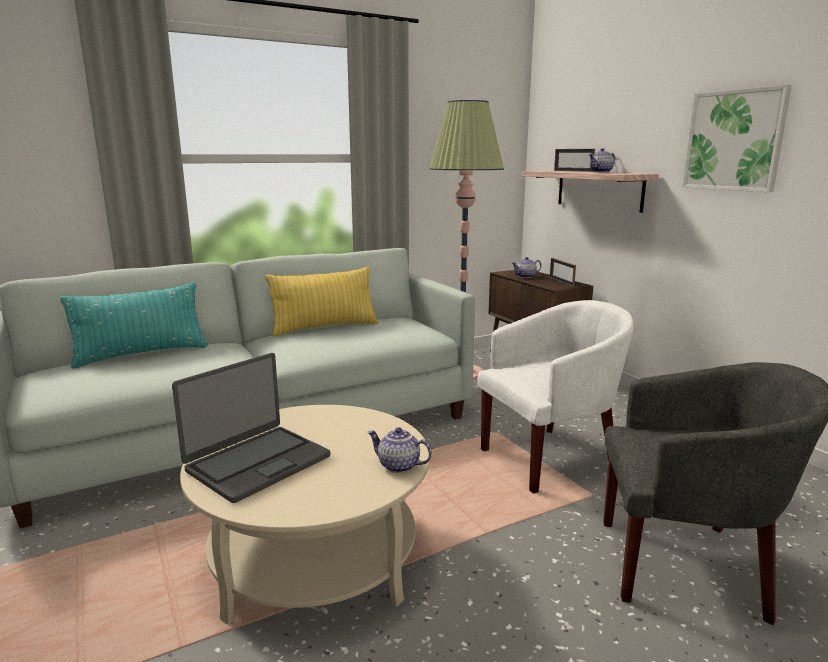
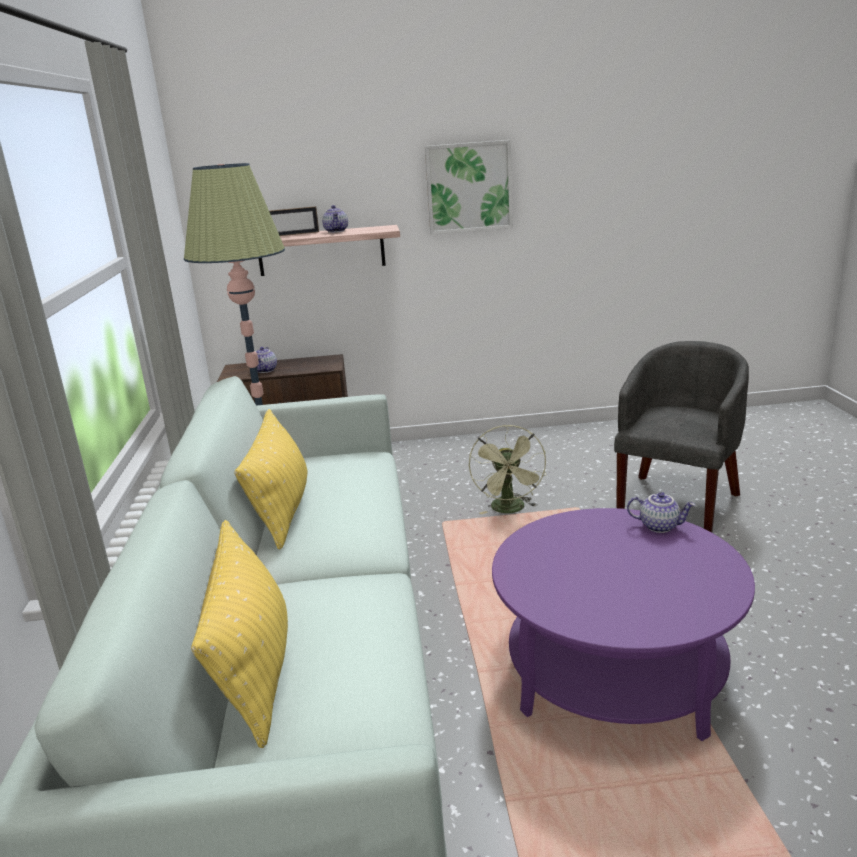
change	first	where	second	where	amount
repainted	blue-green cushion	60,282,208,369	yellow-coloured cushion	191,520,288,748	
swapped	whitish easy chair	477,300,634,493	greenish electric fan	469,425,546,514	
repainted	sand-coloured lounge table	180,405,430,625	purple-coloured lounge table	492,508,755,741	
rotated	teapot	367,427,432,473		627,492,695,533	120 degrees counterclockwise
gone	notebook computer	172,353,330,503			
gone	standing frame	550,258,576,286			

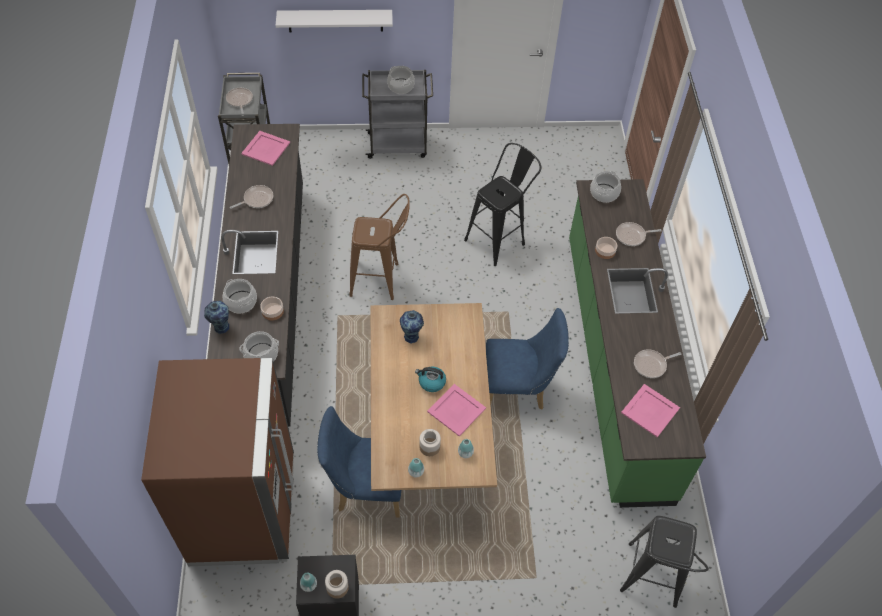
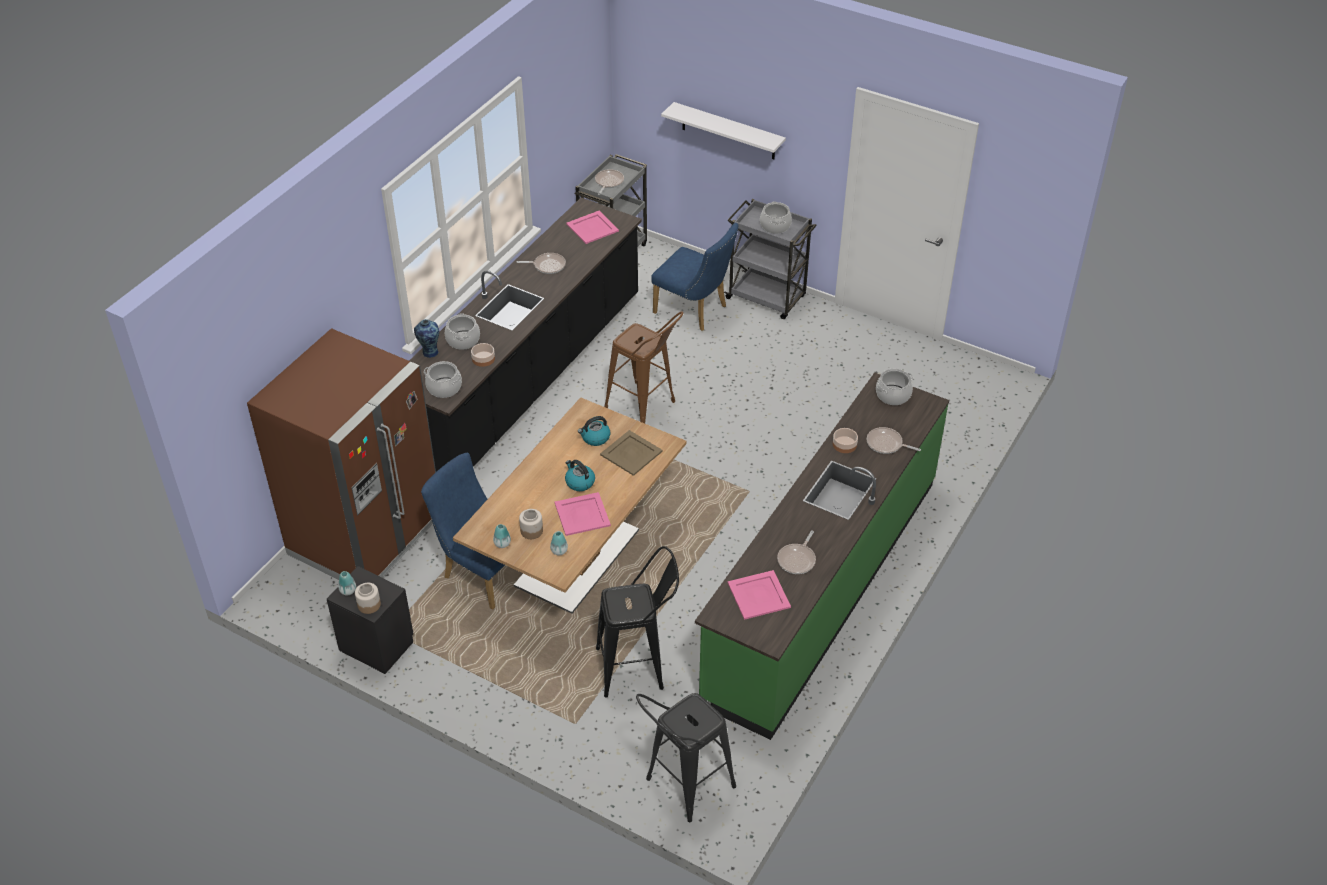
change	first	where	second	where	amount
swapped	decorative vase	400,310,424,343	water kettle	578,416,610,446	
shifted	black sitting stool	464,143,541,266		596,546,679,697	
new			sand-coloured tray	600,430,663,476	
shifted	blue plain chair	486,308,569,409		651,223,739,331	
rotated	pan	634,349,681,378		777,531,816,574	75 degrees counterclockwise

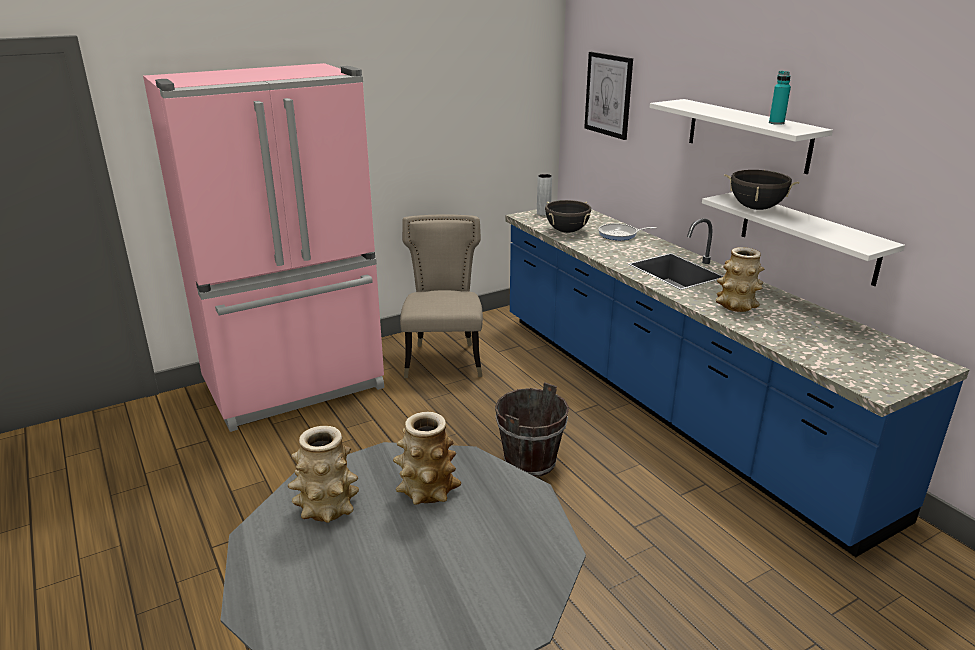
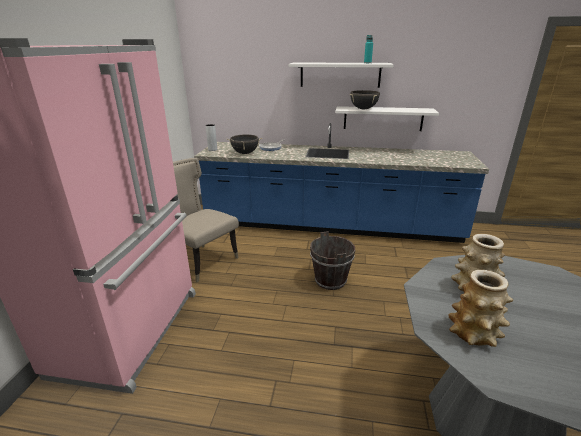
change	first	where	second	where	amount
gone	wall art	584,52,633,140			
gone	decorative vase	716,247,765,312			

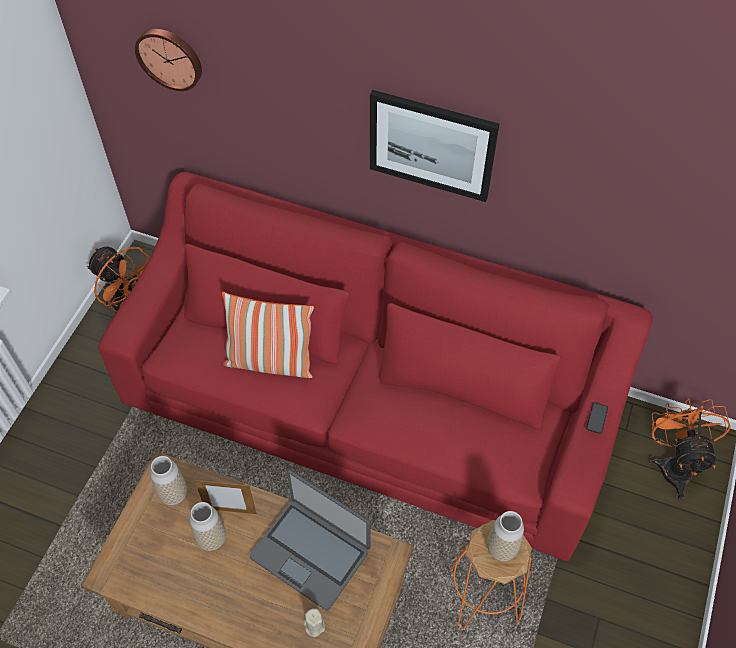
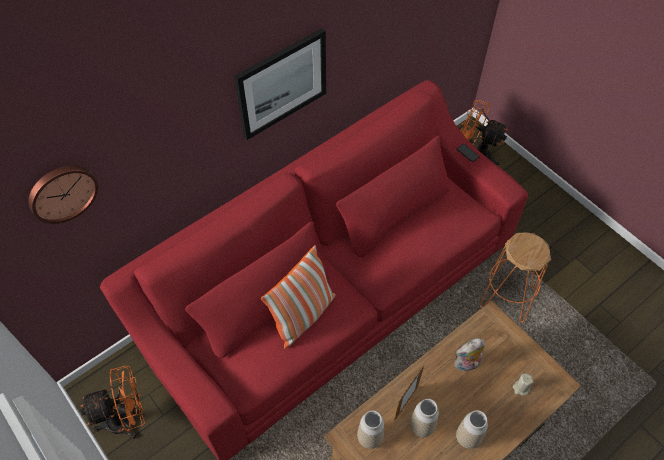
change	first	where	second	where	amount
swapped	notebook computer	250,470,371,611	plush toy	454,338,485,372	
shifted	decorative vase	487,511,524,561		456,410,488,449	

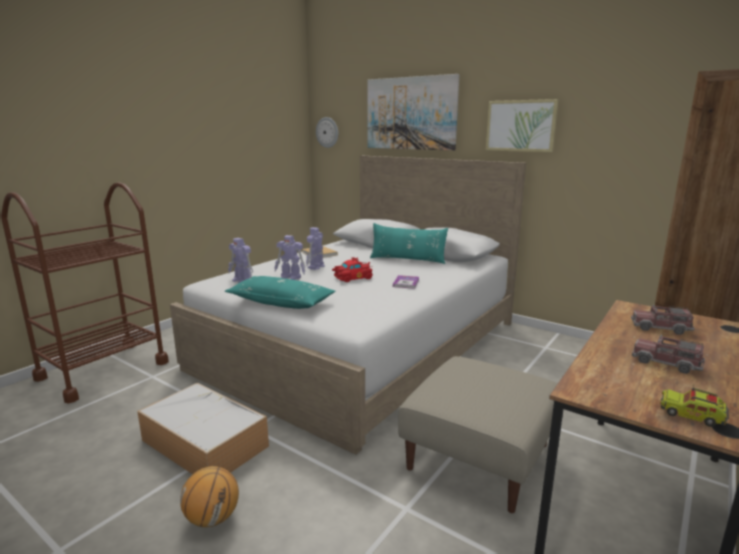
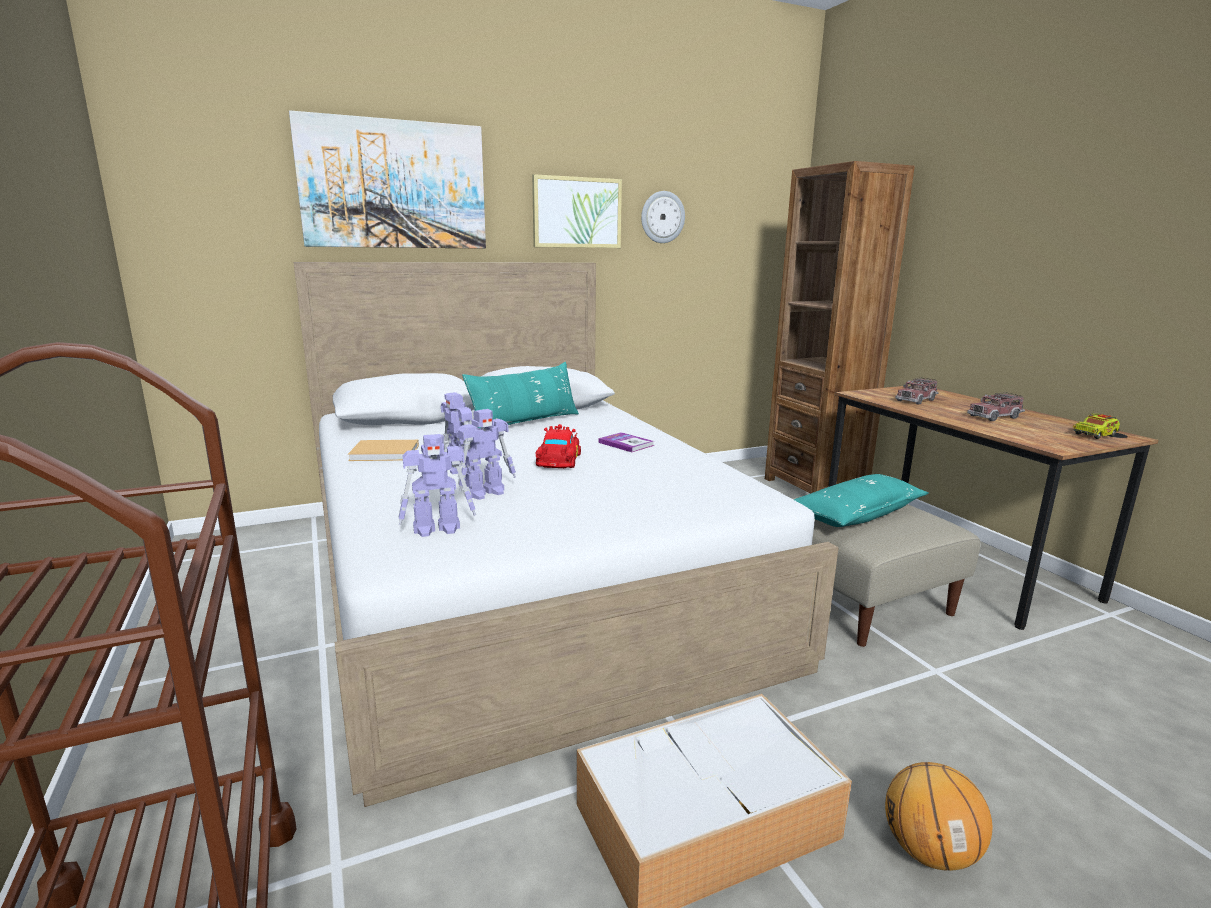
change	first	where	second	where	amount
shifted	wall clock	316,117,338,148		641,191,685,243	
shifted	blue-green cushion	225,276,336,309		793,474,929,527	

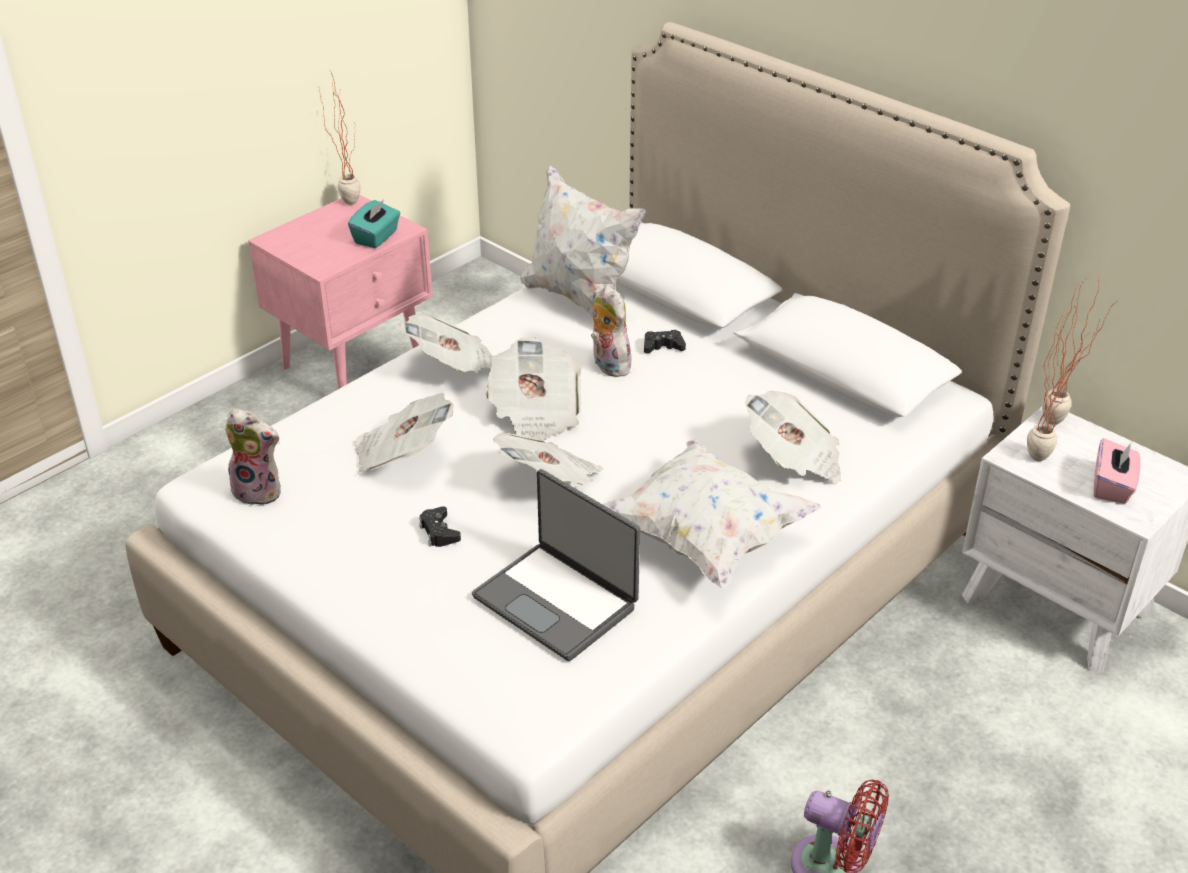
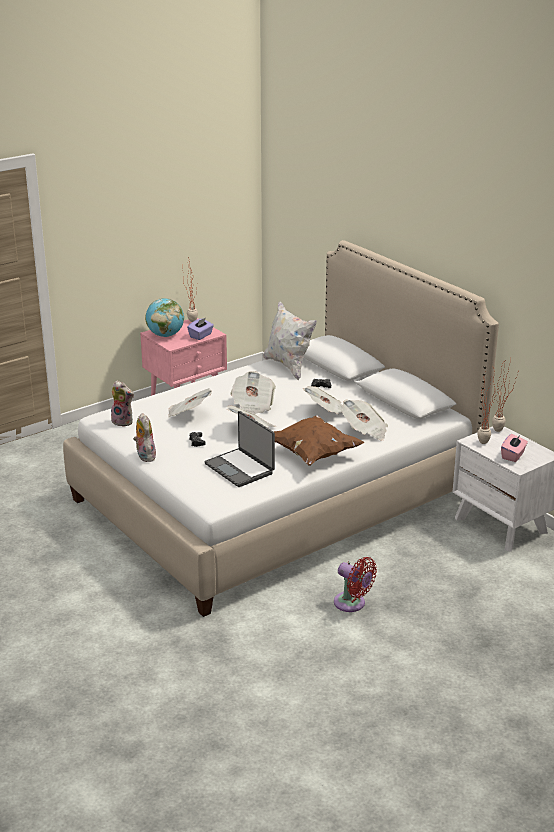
change	first	where	second	where	amount
shifted	plush toy	591,285,631,377		133,413,156,462	
new			globe	145,298,184,337	
repainted	blue-green tissue holder	348,200,400,248	purple-coloured tissue holder	187,318,214,340	
repainted	whitish cushion	603,440,822,589	brownish cushion	273,415,365,466	
shifted	daily paper	400,314,494,373		303,386,344,414	

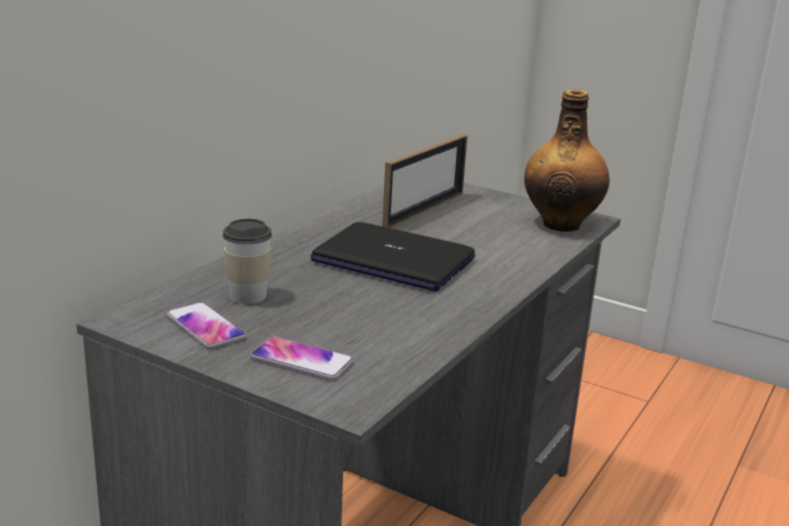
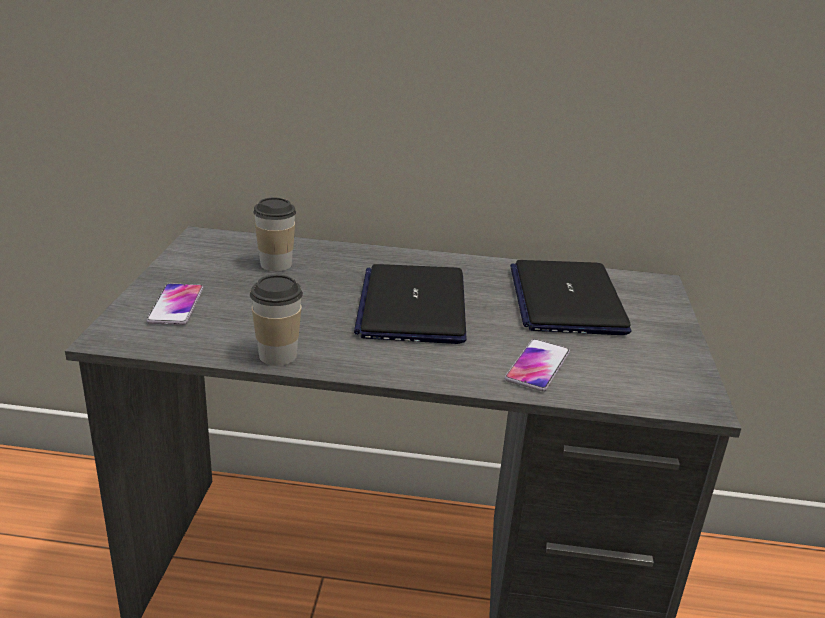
change	first	where	second	where	amount
new			small cup	250,275,303,366	
shifted	telephone	166,302,246,349		505,339,570,391	
swapped	standing frame	382,134,468,228	notebook computer	510,260,631,335	
gone	drink bottle	524,89,609,232			

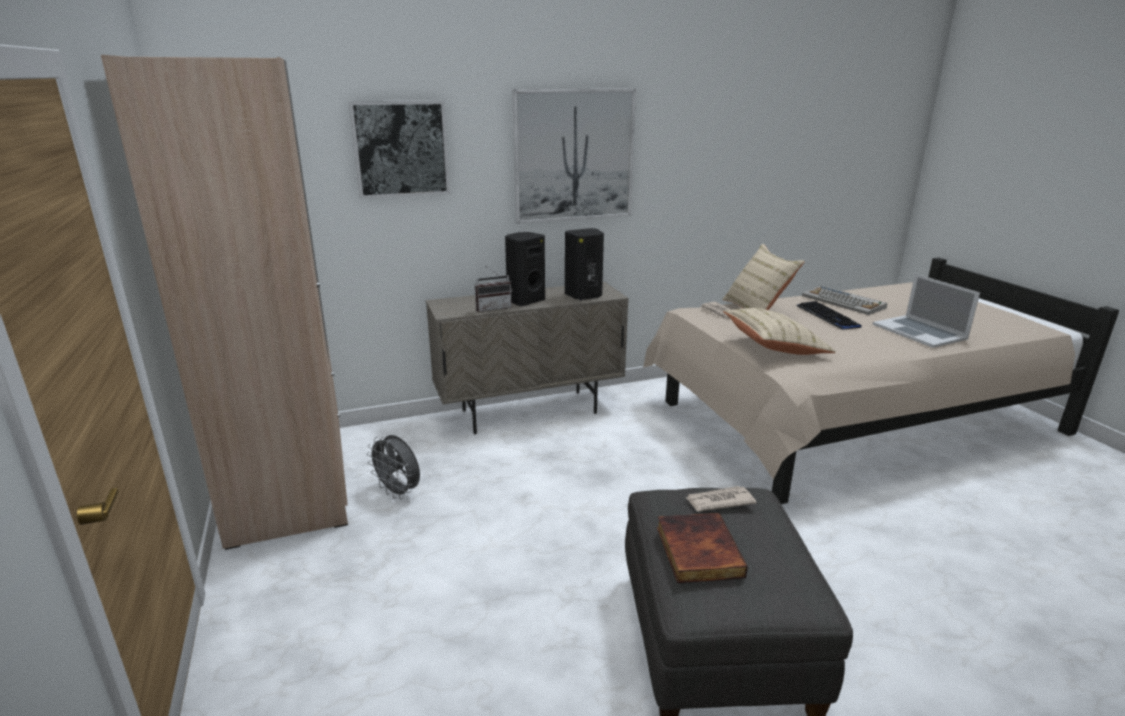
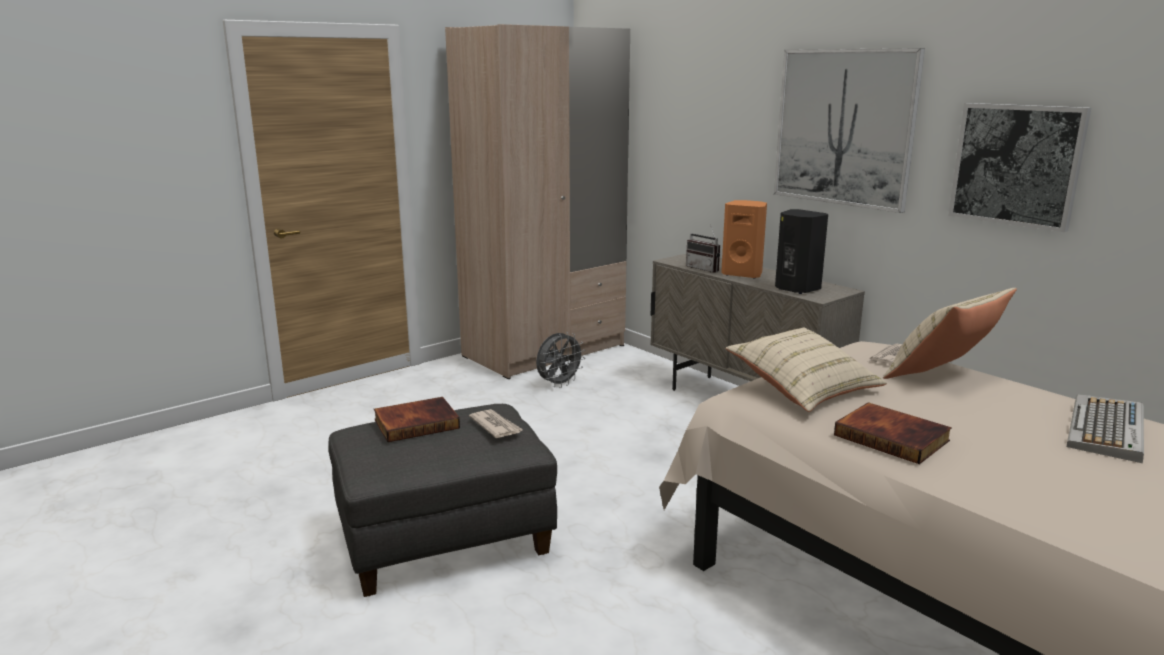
change	first	where	second	where	amount
rotated	gray electric fan	367,435,420,499		536,332,585,388	150 degrees counterclockwise
repainted	black speaker	505,232,545,306	orange speaker	721,200,767,279	
new			bound book	834,402,952,464	
shifted	wall art	348,100,450,199		948,103,1091,232	
gone	PC keyboard	796,301,862,330			
gone	notebook computer	872,274,980,348			

